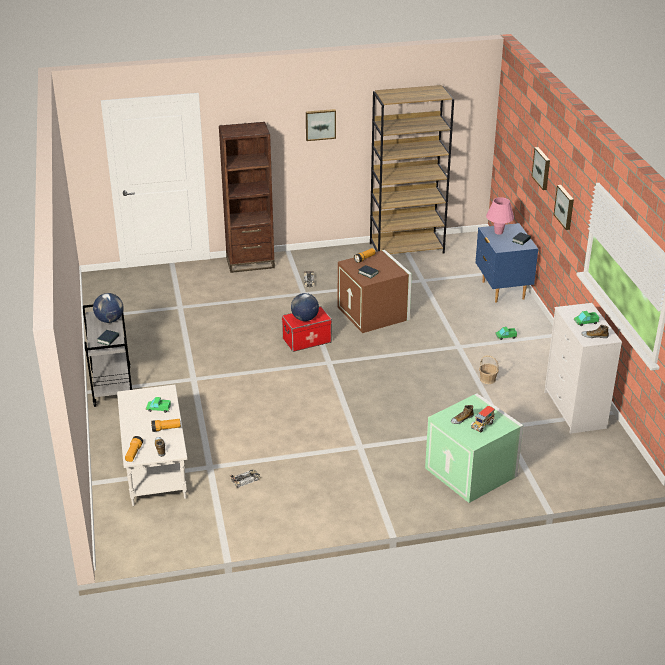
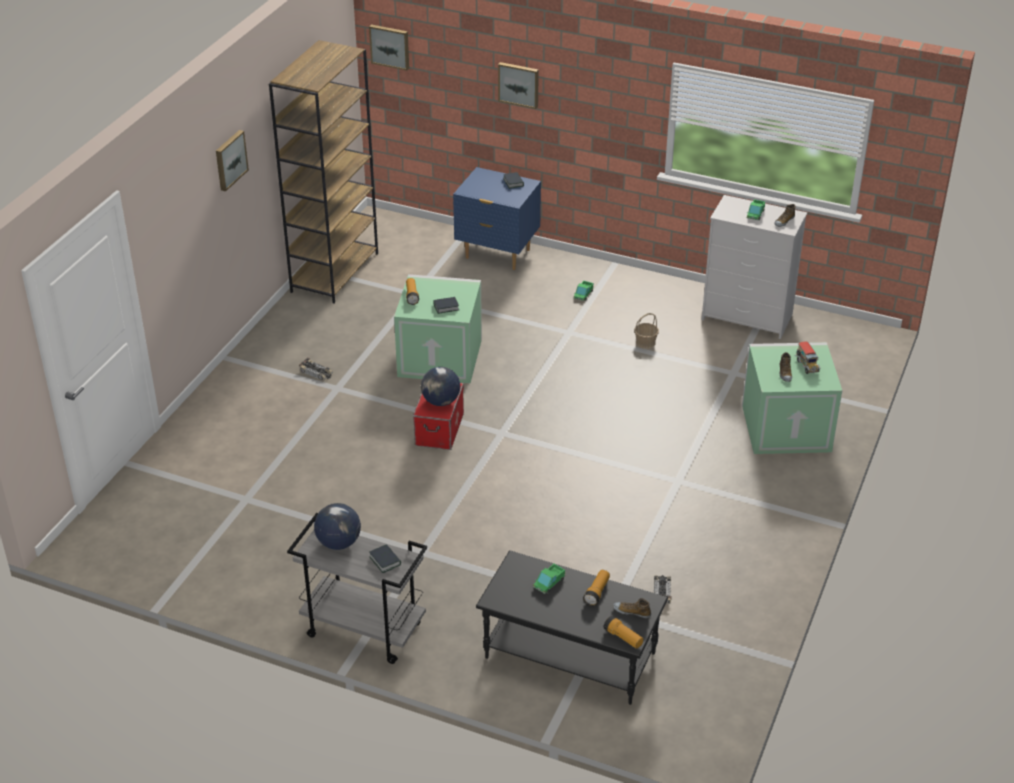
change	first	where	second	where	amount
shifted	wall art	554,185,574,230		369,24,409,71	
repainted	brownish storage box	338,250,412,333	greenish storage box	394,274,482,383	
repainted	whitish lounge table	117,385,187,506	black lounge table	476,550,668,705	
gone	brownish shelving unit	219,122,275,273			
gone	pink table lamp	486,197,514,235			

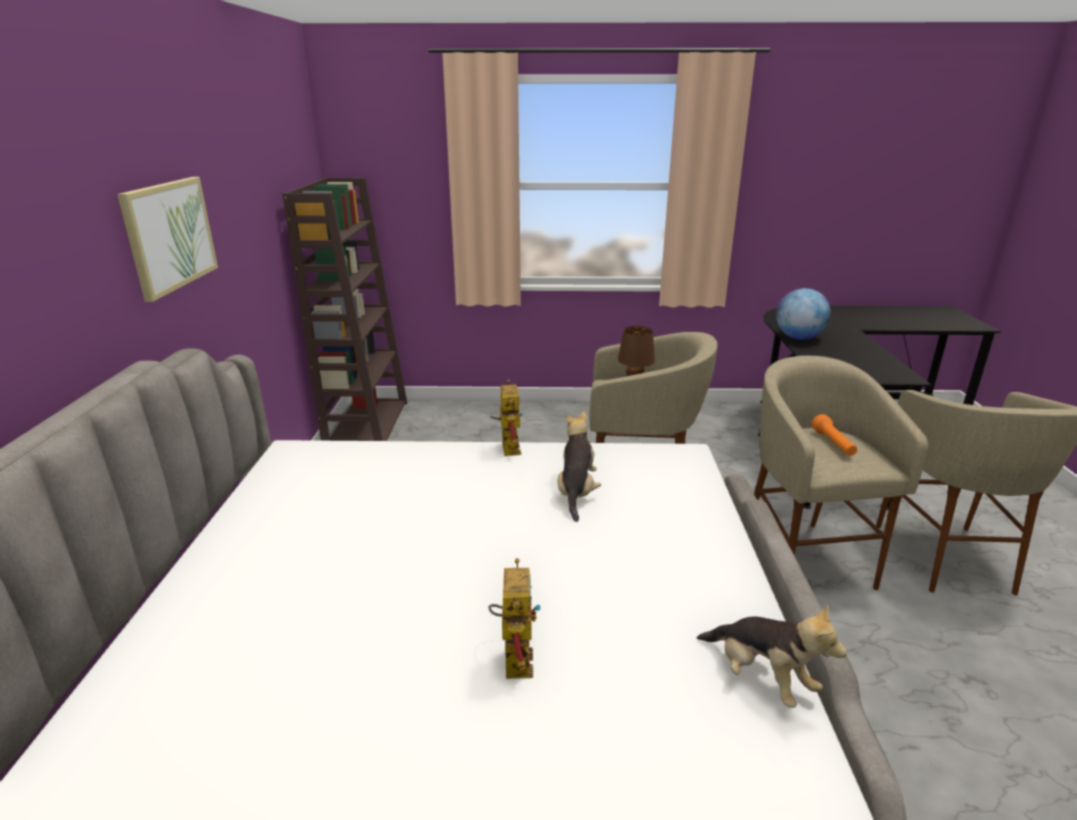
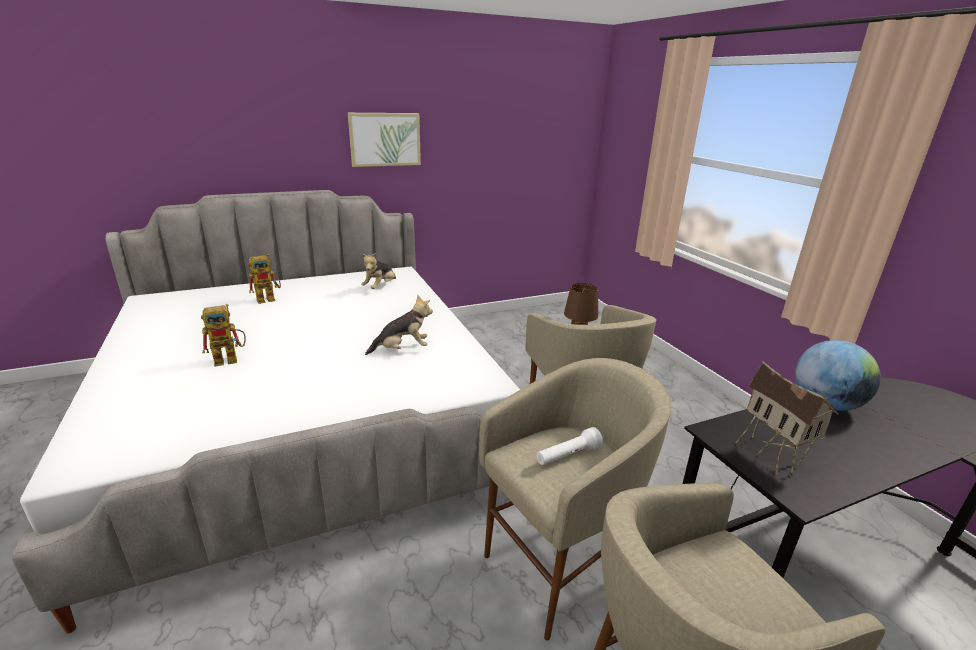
change	first	where	second	where	amount
shifted	model robot	490,379,523,456		249,254,281,304	
shifted	plush toy	696,604,847,708		361,253,396,289	
repainted	orange hand torch	812,414,857,456	whitish hand torch	536,427,603,465	
new			miniature house	736,361,839,477	
gone	brownish shelving unit	282,178,407,441			

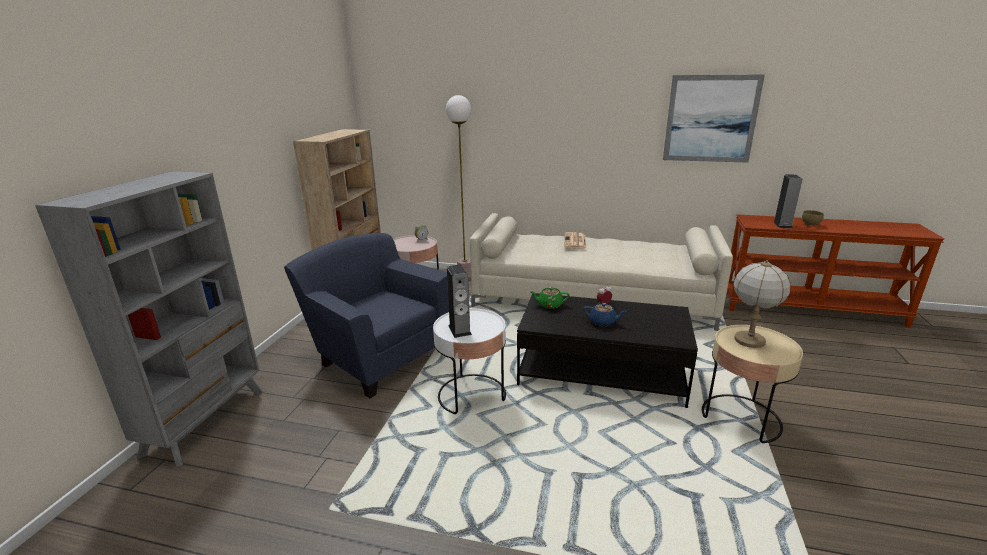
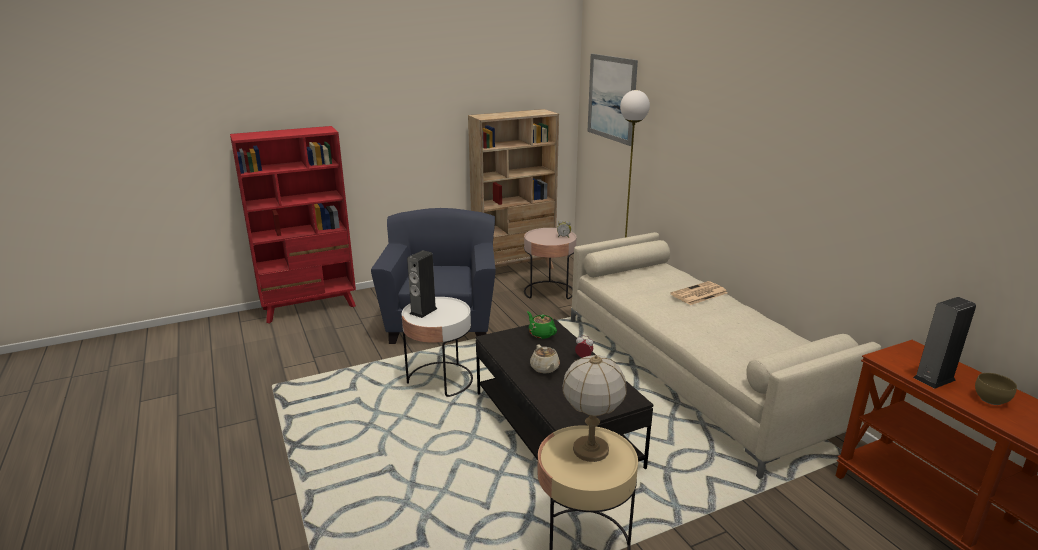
change	first	where	second	where	amount
repainted	gray shelving unit	35,171,262,467	reddish shelving unit	230,126,356,323	
repainted	blue teapot	583,303,627,326	sand-coloured teapot	530,344,560,374	
shifted	wall art	663,74,765,163		587,54,638,146	

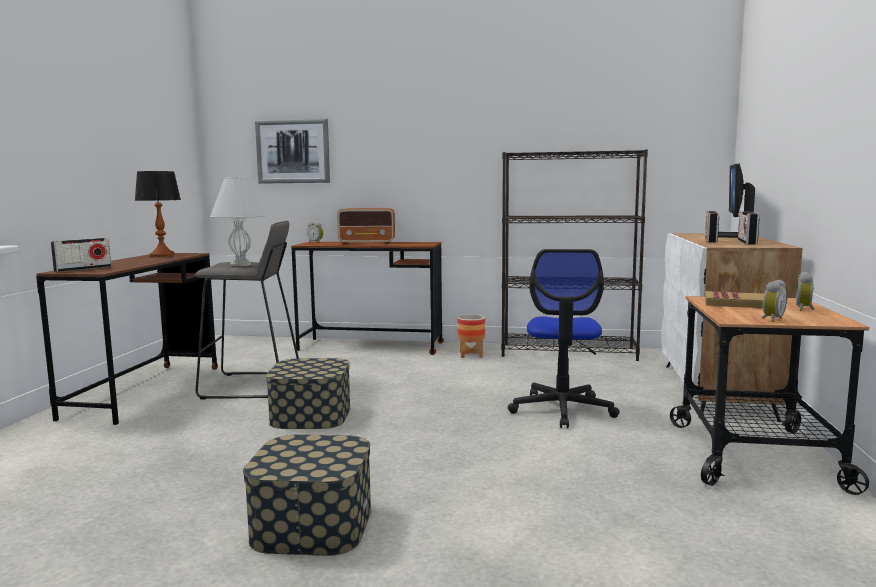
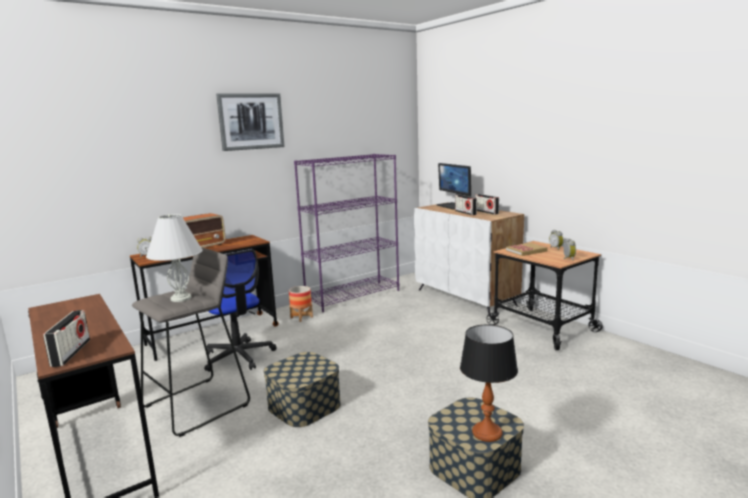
change	first	where	second	where	amount
shifted	computer chair	508,249,620,428		204,249,277,372	
shifted	wall art	255,119,330,184		216,93,285,151	
repainted	black shelving unit	501,149,648,361	purple-coloured shelving unit	294,154,399,312	
shifted	table lamp	135,171,181,257		460,325,518,442	

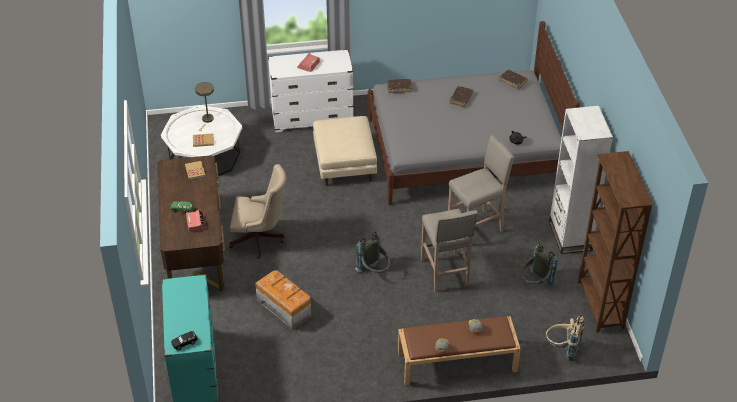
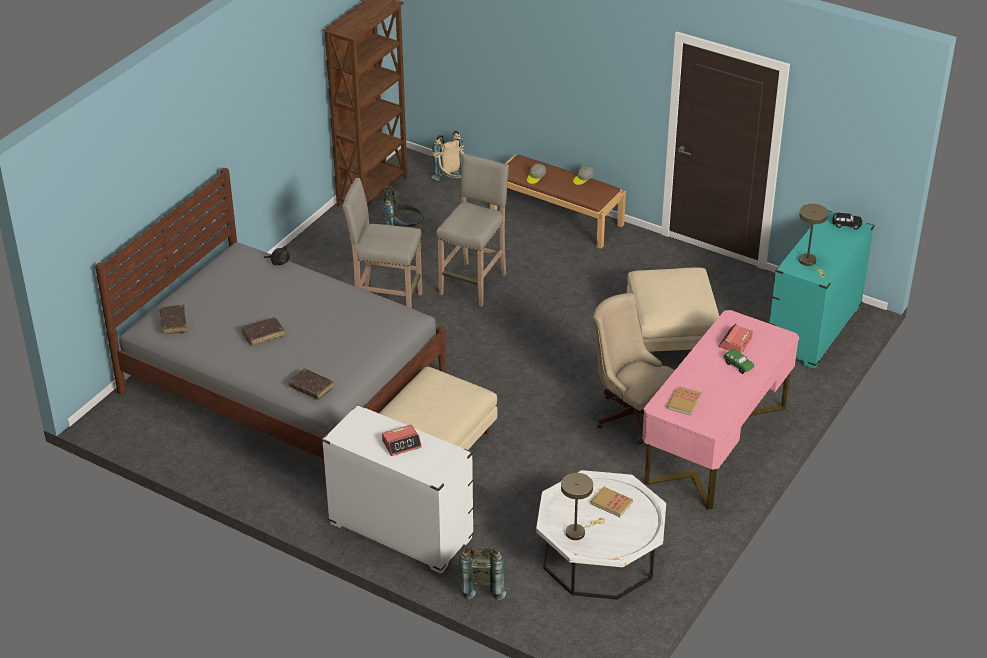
change	first	where	second	where	amount
shifted	gray rucksack	355,231,390,273		459,546,506,600	
swapped	storage box	255,270,311,330	sand-coloured ottoman	627,267,719,352	
repainted	brownish desk	157,155,225,291	pink desk	642,310,799,510	
new			sand-coloured table lamp	799,204,828,277	
gone	whitish shelving unit	549,106,613,254			

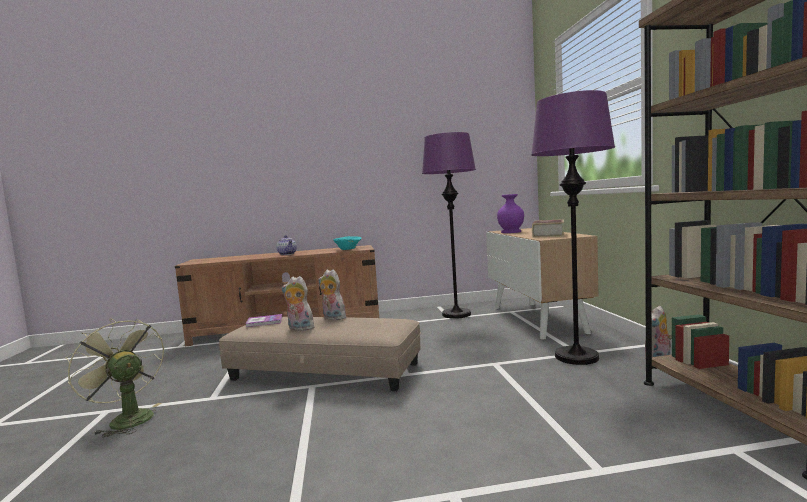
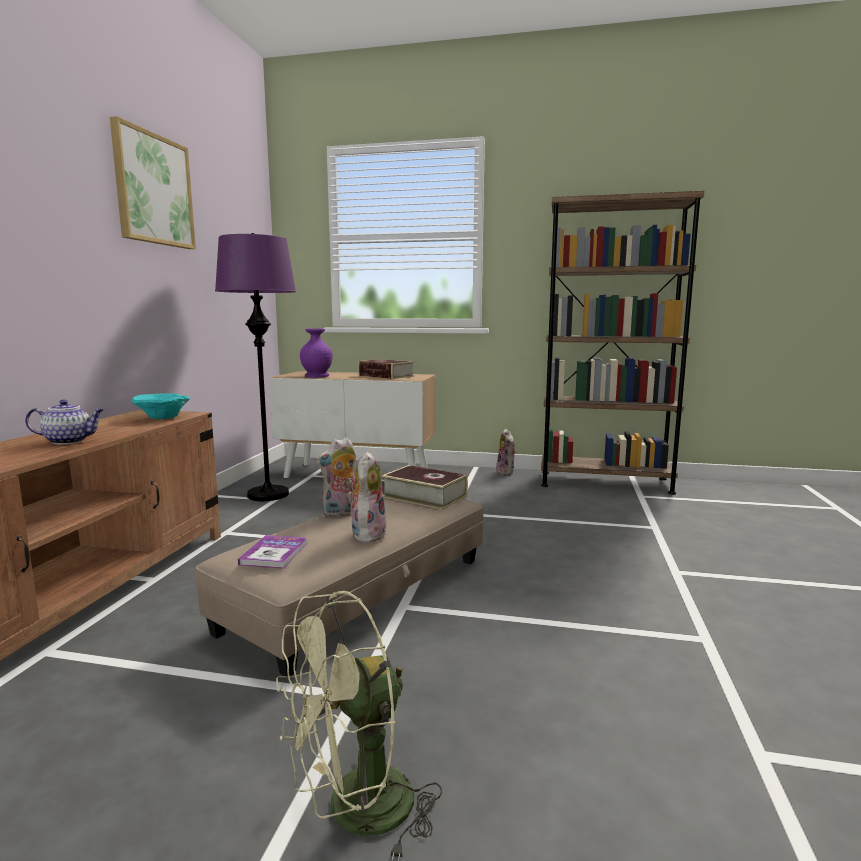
change	first	where	second	where	amount
new			wall art	110,116,196,249	
rotated	plush toy	282,276,314,331		347,451,387,543	150 degrees clockwise
new			bound book	382,465,468,510	
gone	purple-coloured floor lamp	531,90,615,365			

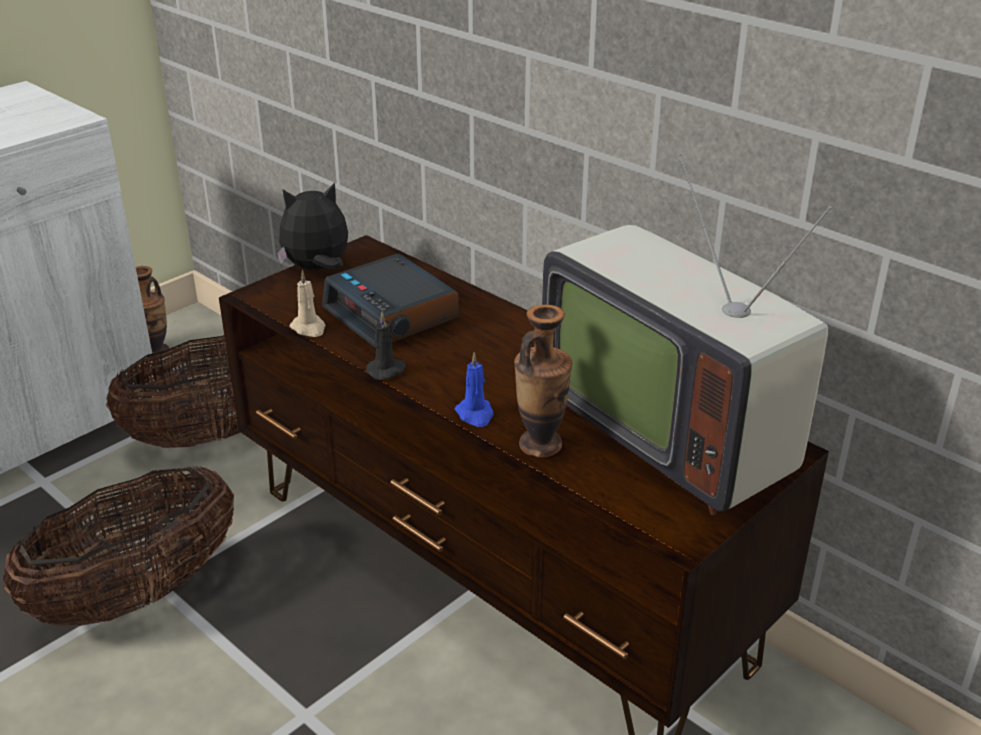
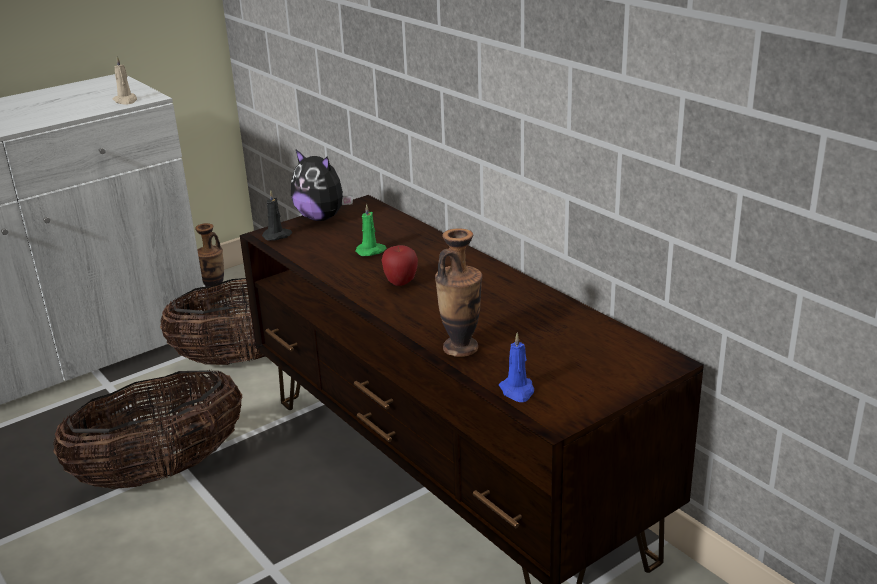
change	first	where	second	where	amount
shifted	sand-coloured wax light	290,270,325,337		112,56,137,105	
shifted	black wax light	366,312,406,380		262,190,292,241	
rotated	plush toy	277,182,348,270		291,150,353,221	135 degrees counterclockwise
swapped	alarm clock	322,254,459,348	greenish wax light	355,204,387,256	
new			whole apple	382,245,418,286	
shifted	blue wax light	455,352,493,427		499,332,534,402	
gone	TV set	542,153,832,515			

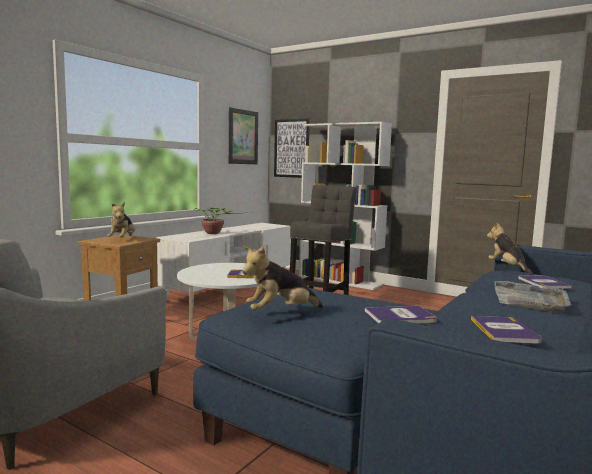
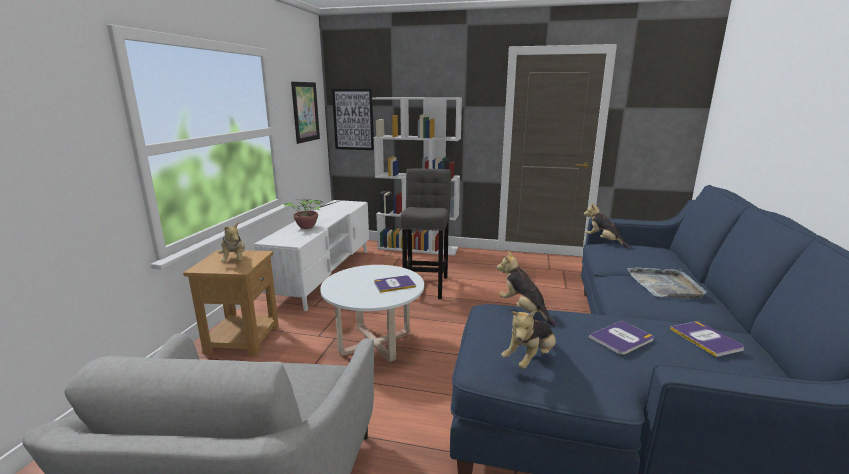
change	first	where	second	where	amount
new			plush toy	497,251,557,327	
gone	bound book	518,276,571,289			

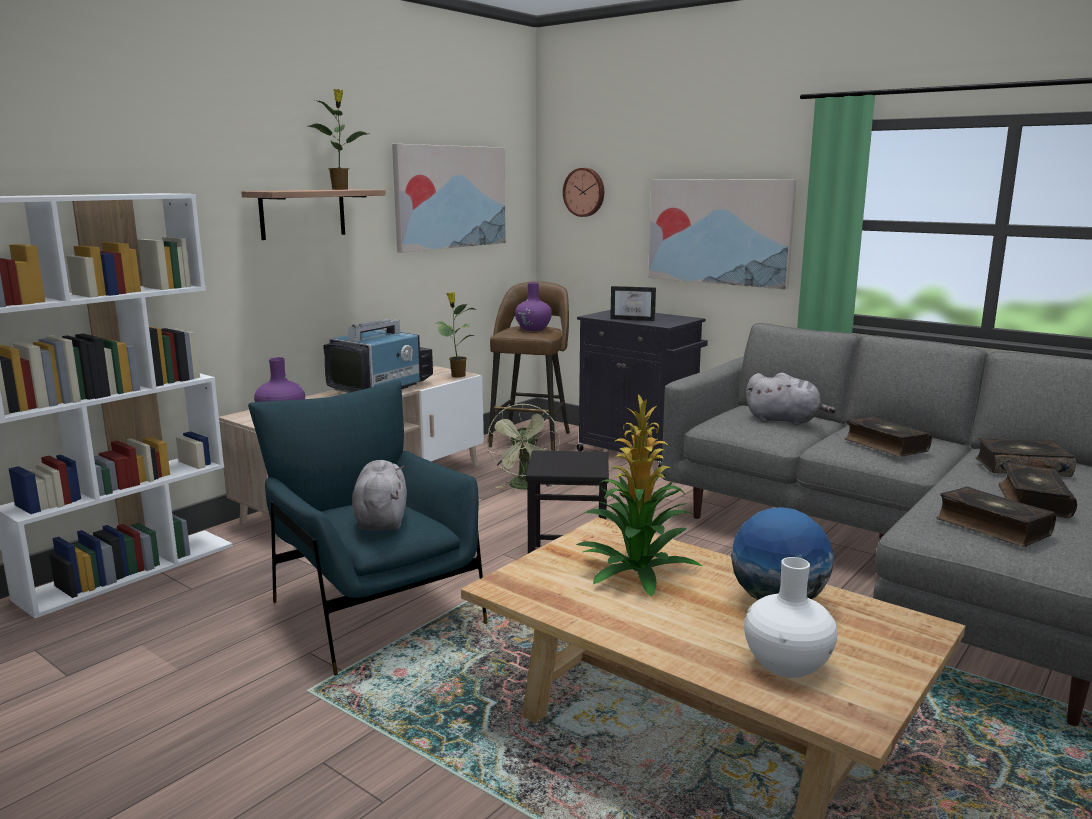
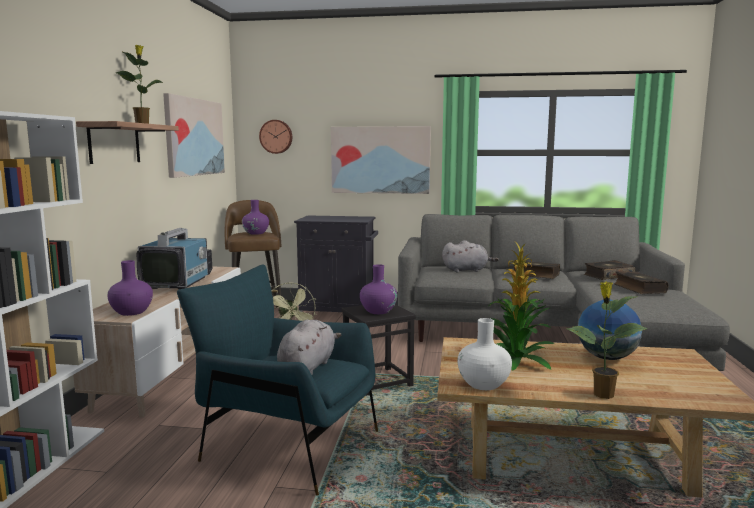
change	first	where	second	where	amount
rotated	gray plush toy	352,460,407,531		277,319,342,375	60 degrees clockwise
new			purple-coloured decorative vase	360,264,397,314	
shifted	whitish decorative vase	744,557,837,678		458,318,512,390	
shifted	plant in a pot	434,292,476,377		566,281,648,399	
gone	standing frame	610,286,656,321			
gone	bound book	936,486,1056,547			

